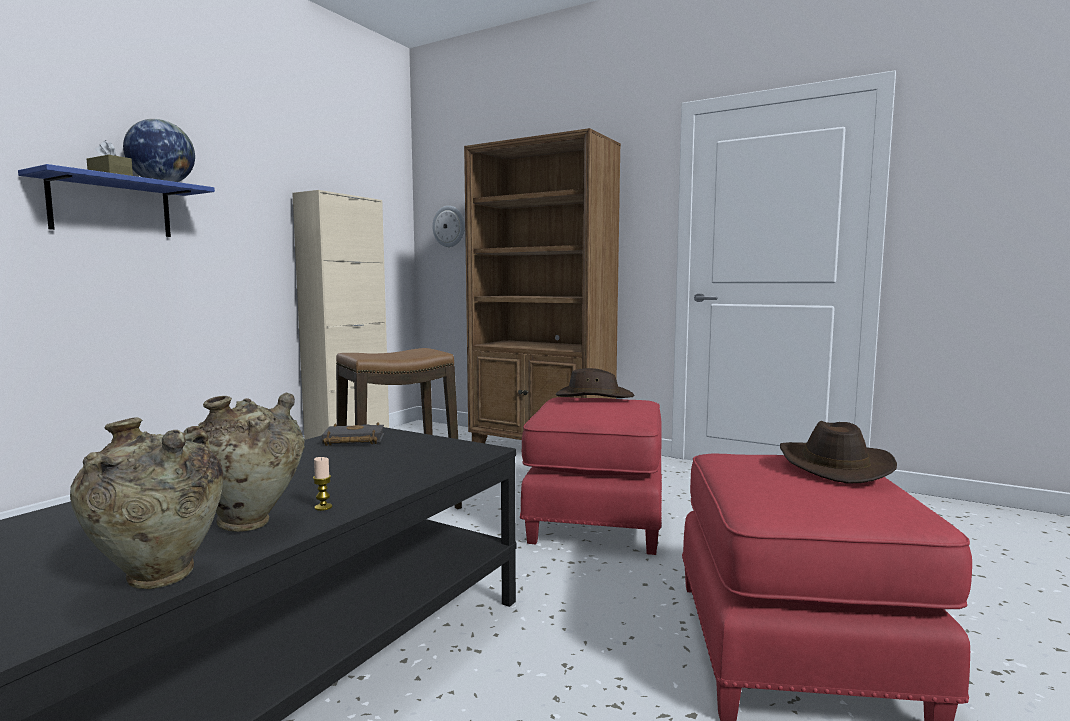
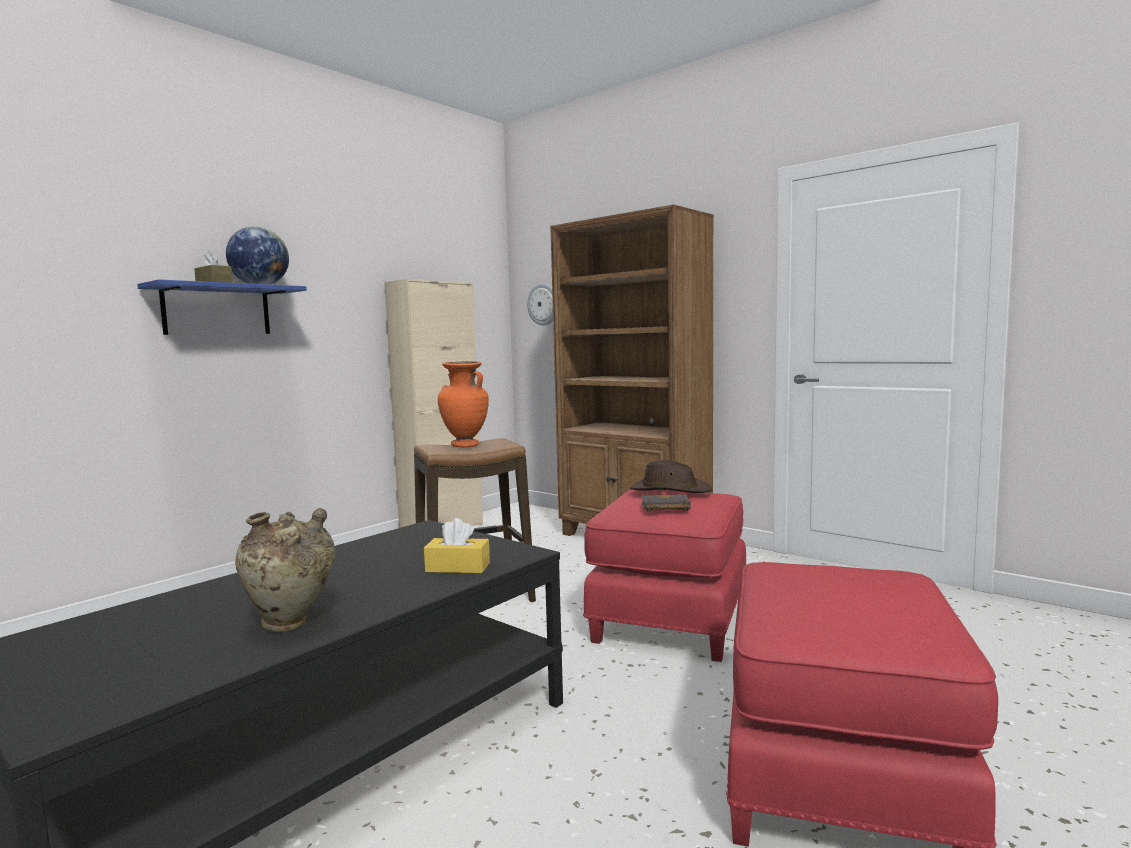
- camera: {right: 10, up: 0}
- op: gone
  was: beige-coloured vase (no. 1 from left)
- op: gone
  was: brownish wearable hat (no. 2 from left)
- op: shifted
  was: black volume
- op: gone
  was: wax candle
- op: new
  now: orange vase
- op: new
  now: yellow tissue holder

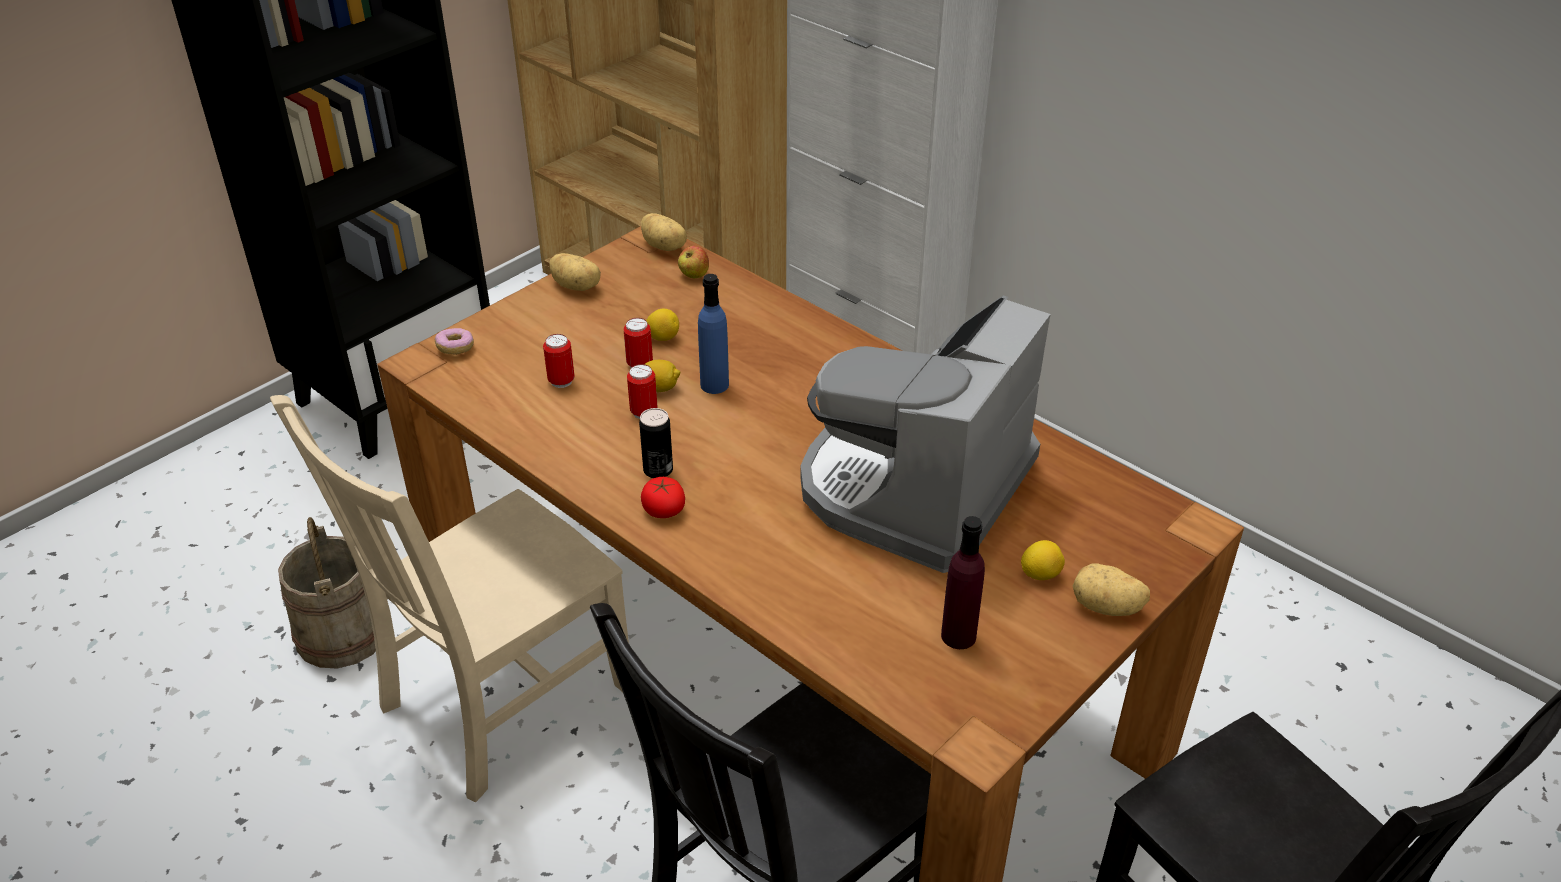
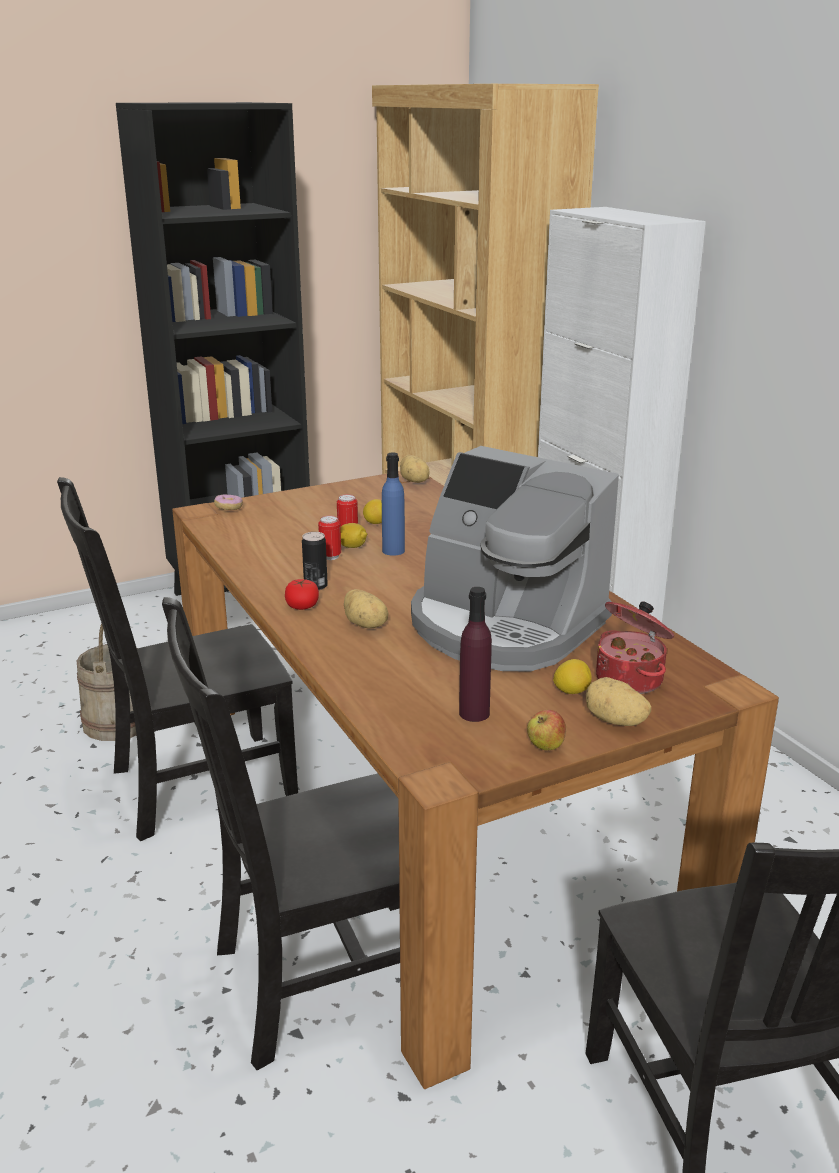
- camera: {right: 20, up: -15}
- op: shifted
  was: apple fruit
- op: shifted
  was: potato (no. 1 from left)
- op: rotated
  was: coffee maker
  clockwise: -105
- op: gone
  was: sealed can (no. 1 from left)
- op: repainted
  was: beige-coloured plain chair
  now: black plain chair (no. 1 from left)
- op: new
  now: stockpot

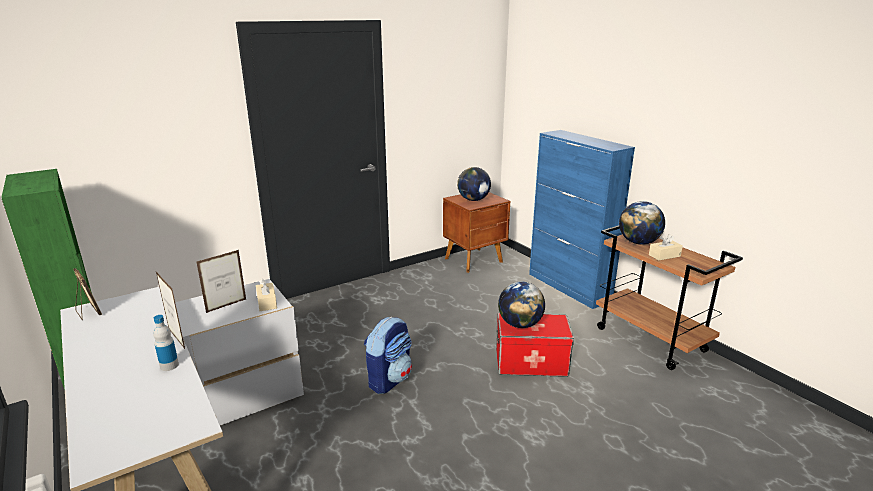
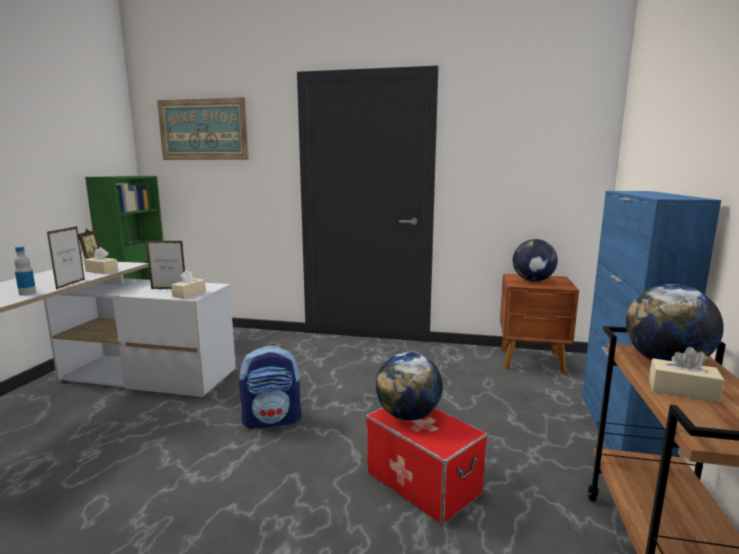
- camera: {right: 45, up: -10}
- op: new
  now: wall picture
- op: new
  now: beige-coloured tissue holder (no. 1 from left)

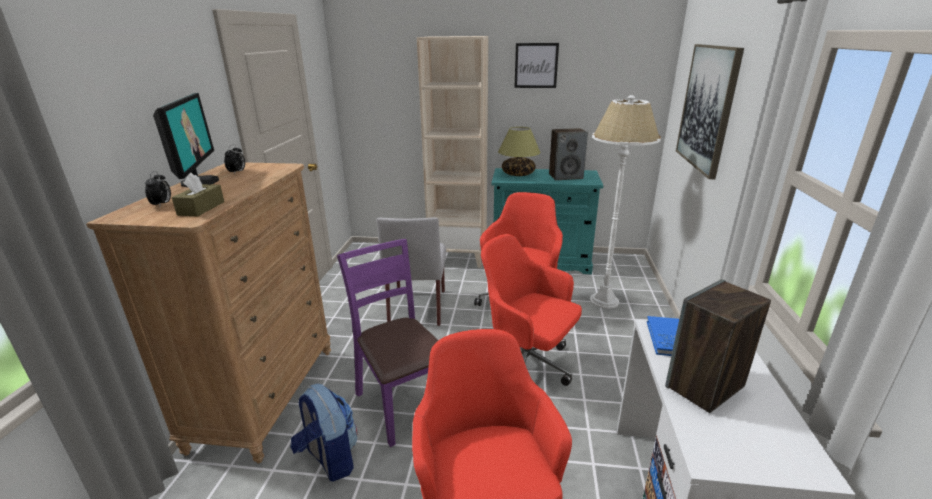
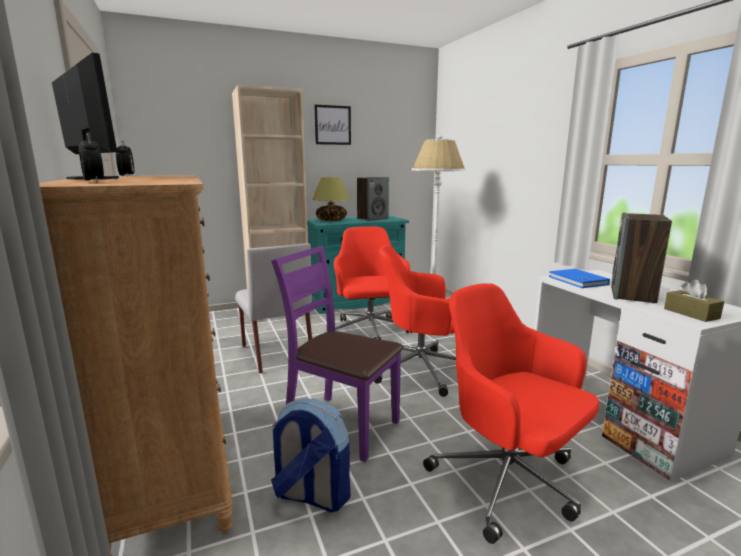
- camera: {right: -30, up: -10}
- op: gone
  was: wall picture (no. 2 from left)
- op: shifted
  was: brownish tissue holder

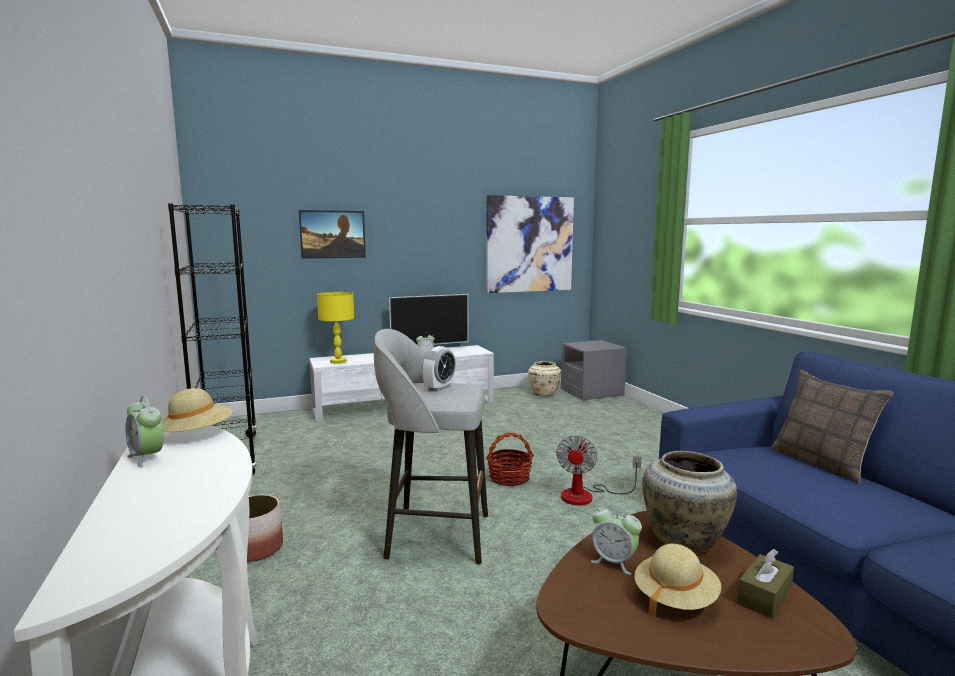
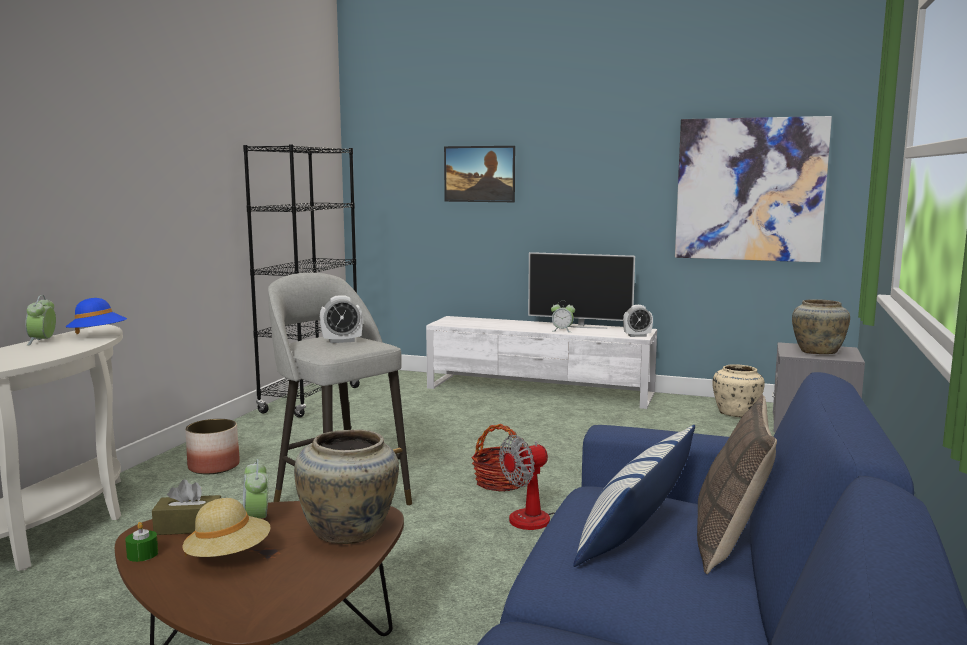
- camera: {right: 40, up: 0}
- op: gone
  was: yellow table lamp
- op: repainted
  was: beige-coloured wearable hat (no. 1 from left)
  now: bluish wearable hat
- op: shifted
  was: brownish tissue holder
- op: new
  now: beige-coloured vase (no. 3 from left)
- op: new
  now: alarm clock (no. 5 from left)
- op: new
  now: cushion (no. 1 from left)
- op: new
  now: greenish wax candle

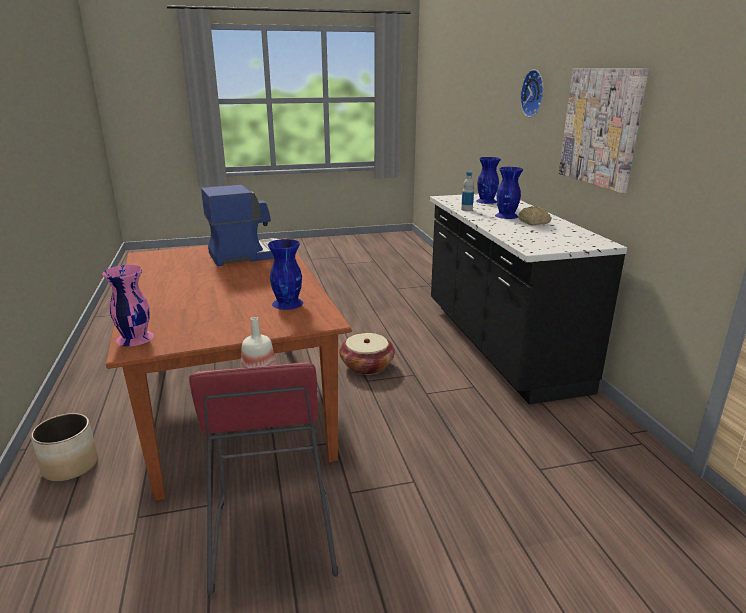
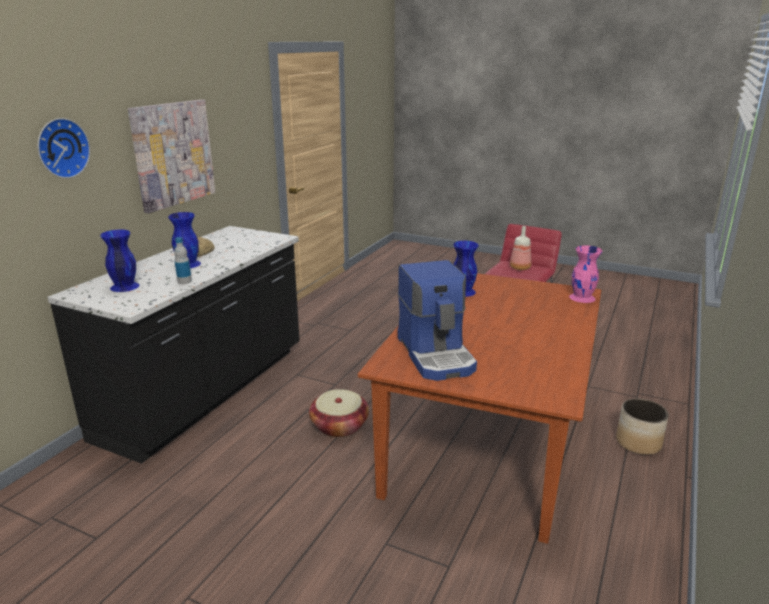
- camera: {right: -140, up: 0}
- op: rotated
  was: coffee maker
  clockwise: -120

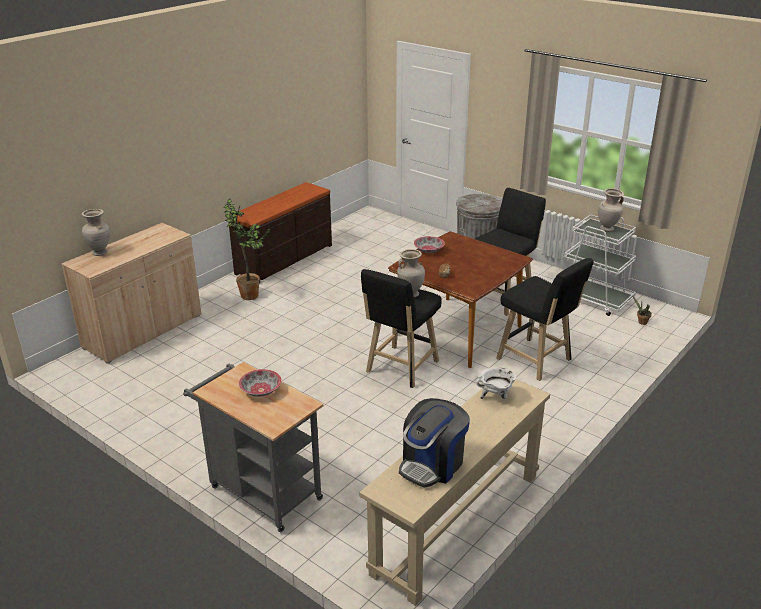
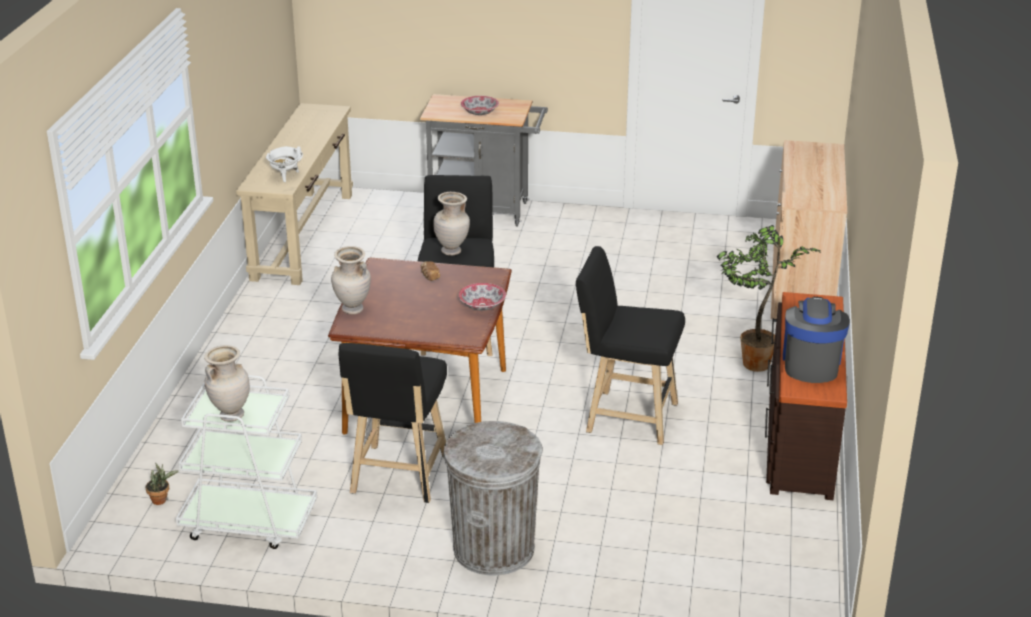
- camera: {right: 150, up: 0}
- op: shifted
  was: beige-coloured vase (no. 1 from left in the first image)
  now: beige-coloured vase (no. 2 from left)
- op: shifted
  was: black sitting stool (no. 3 from left)
- op: shifted
  was: coffee maker

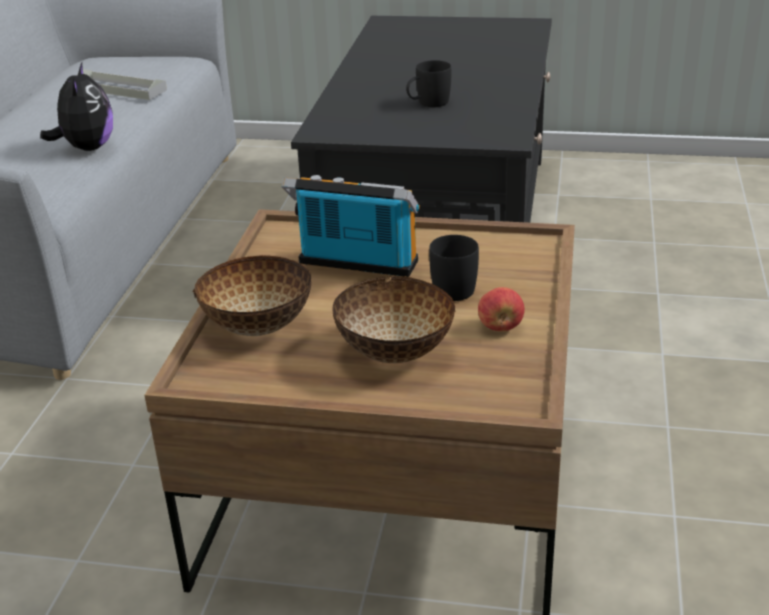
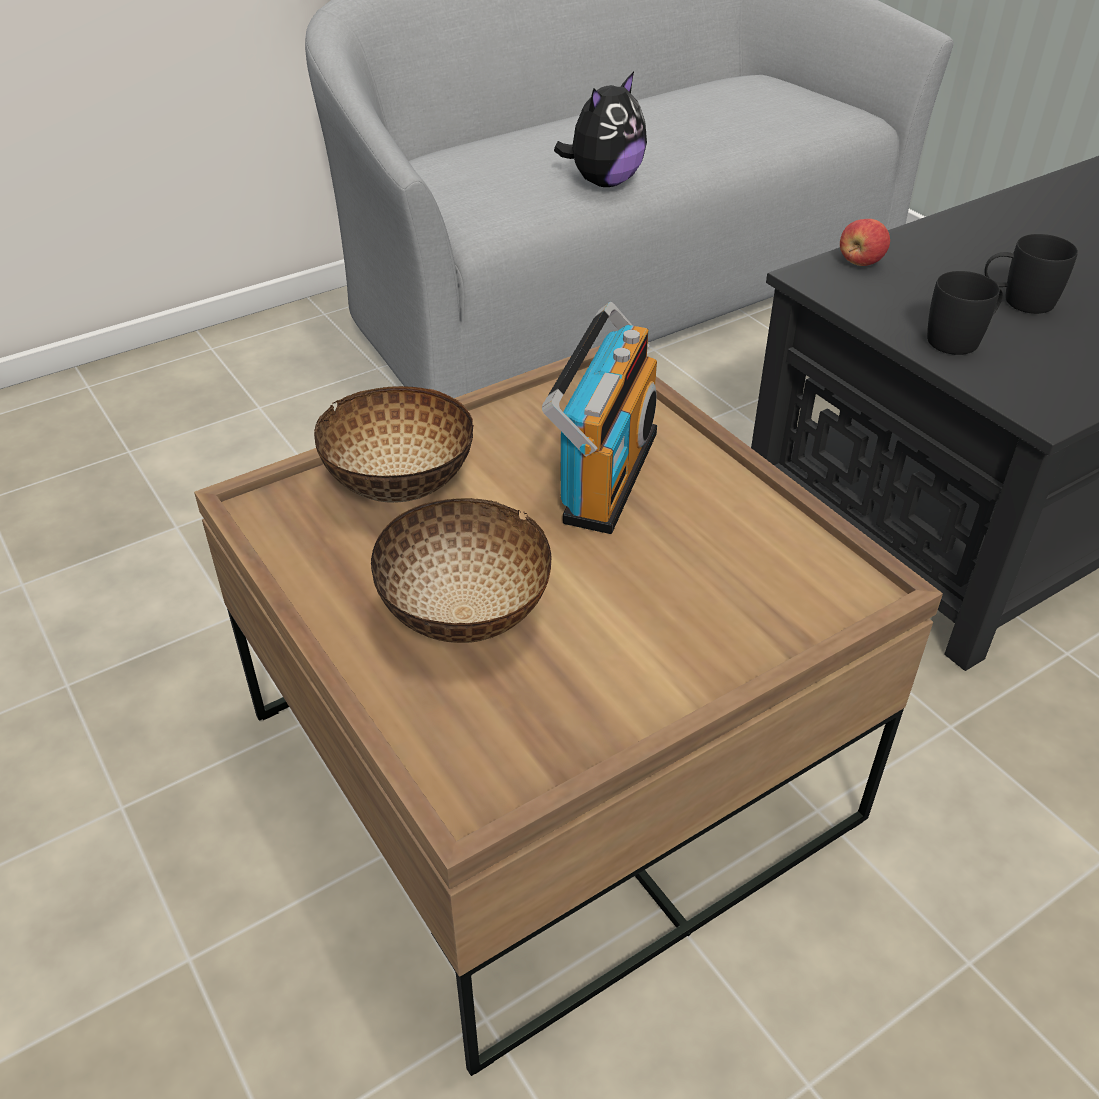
- camera: {right: 45, up: 10}
- op: gone
  was: gray carrying tray
- op: rotated
  was: radio receiver
  clockwise: 45
- op: shifted
  was: black tea mug (no. 2 from left in the first image)
  now: black tea mug (no. 1 from left)
- op: shifted
  was: apple fruit

